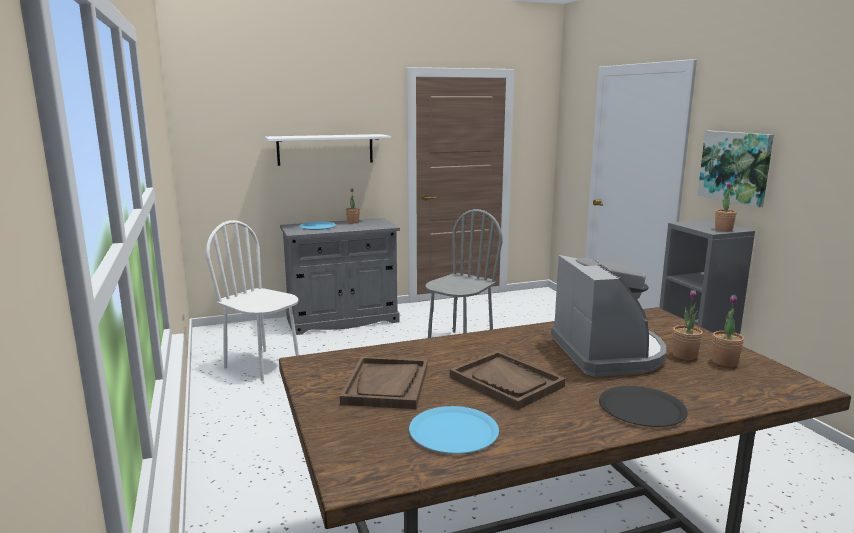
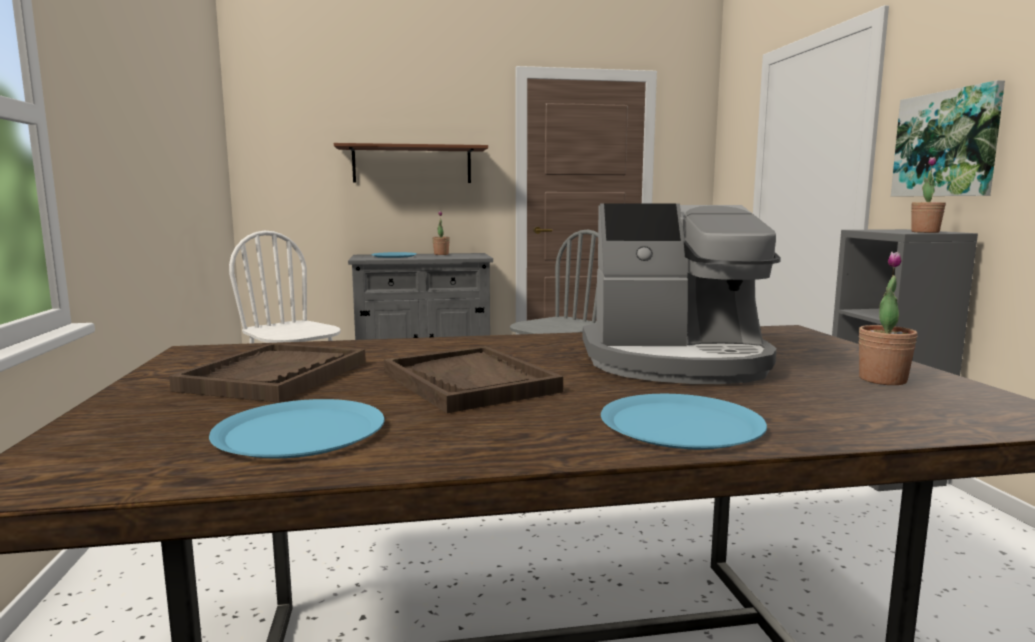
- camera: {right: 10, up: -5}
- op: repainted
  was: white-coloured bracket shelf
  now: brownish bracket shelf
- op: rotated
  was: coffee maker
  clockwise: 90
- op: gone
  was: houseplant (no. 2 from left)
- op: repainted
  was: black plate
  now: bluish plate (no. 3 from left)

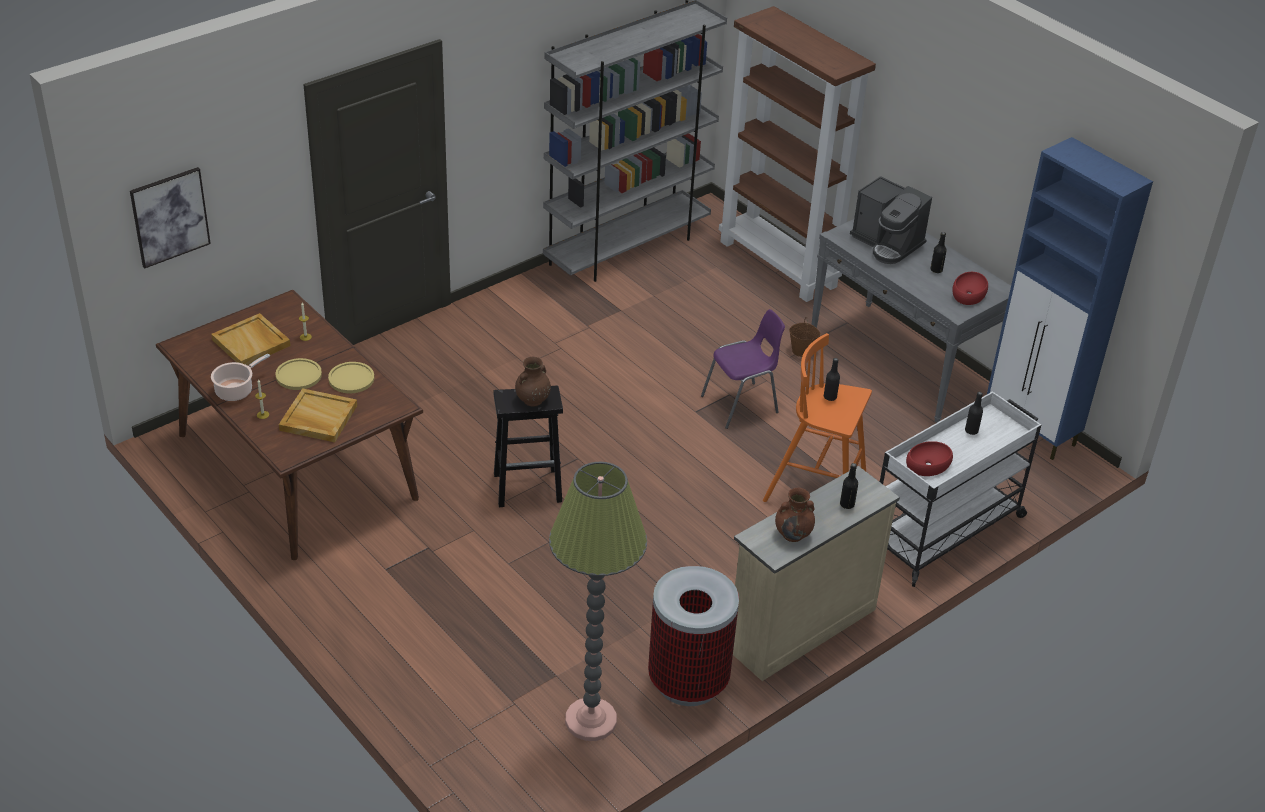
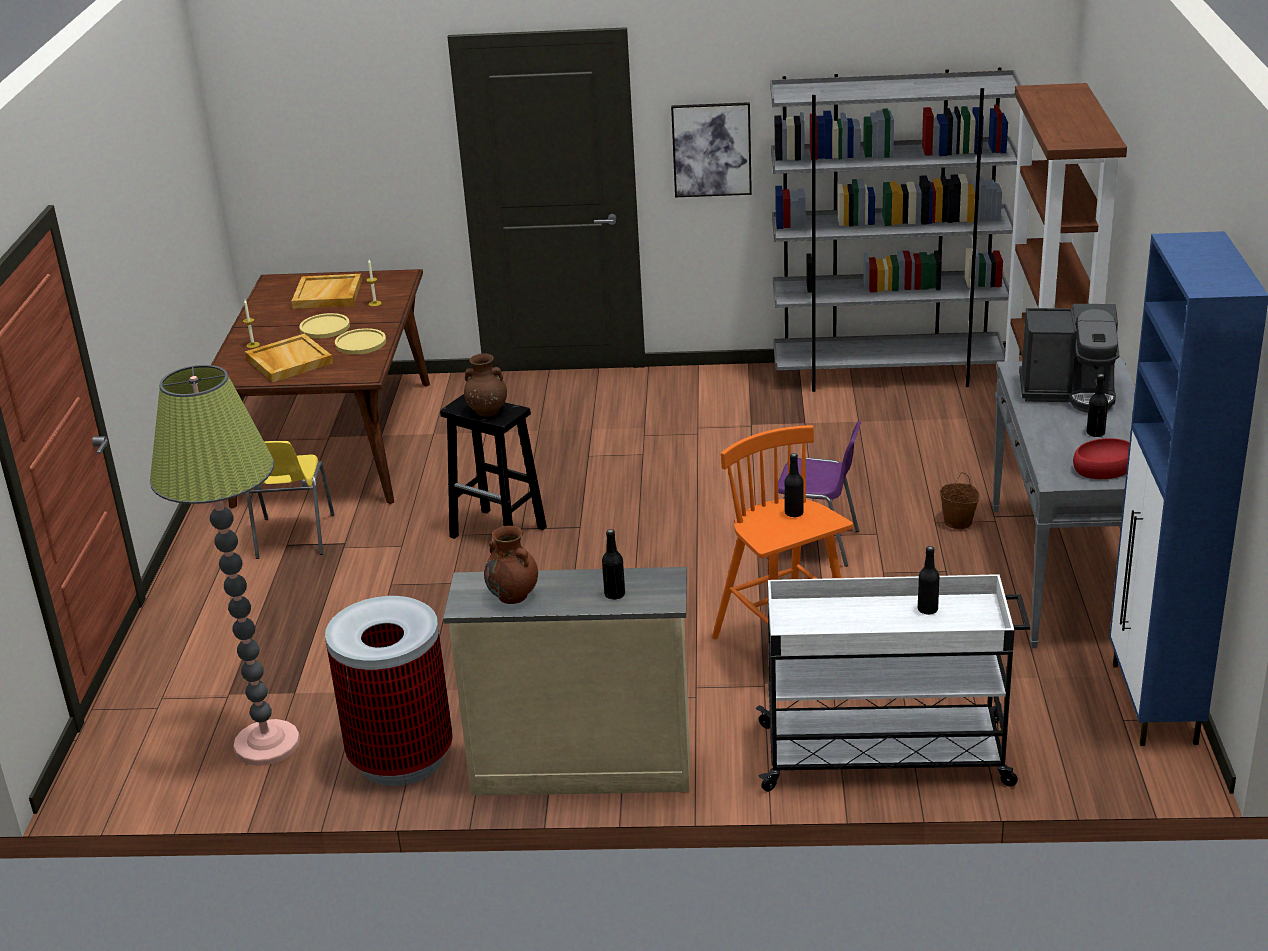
- camera: {right: 45, up: -10}
- op: shifted
  was: wall picture
- op: rotated
  was: coffee maker
  clockwise: -75
- op: gone
  was: stockpot
- op: gone
  was: red serving bowl (no. 1 from left)
- op: new
  now: yellow plain chair

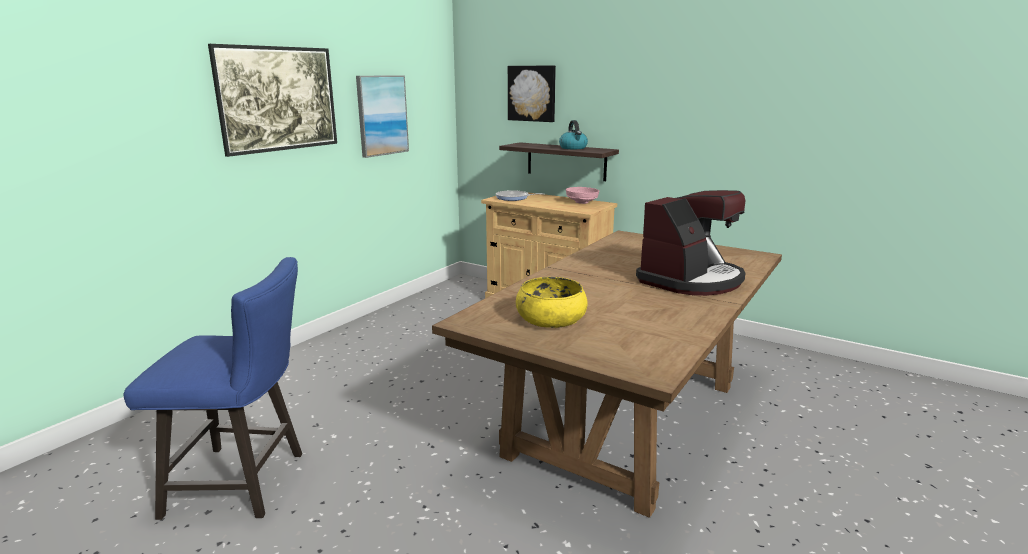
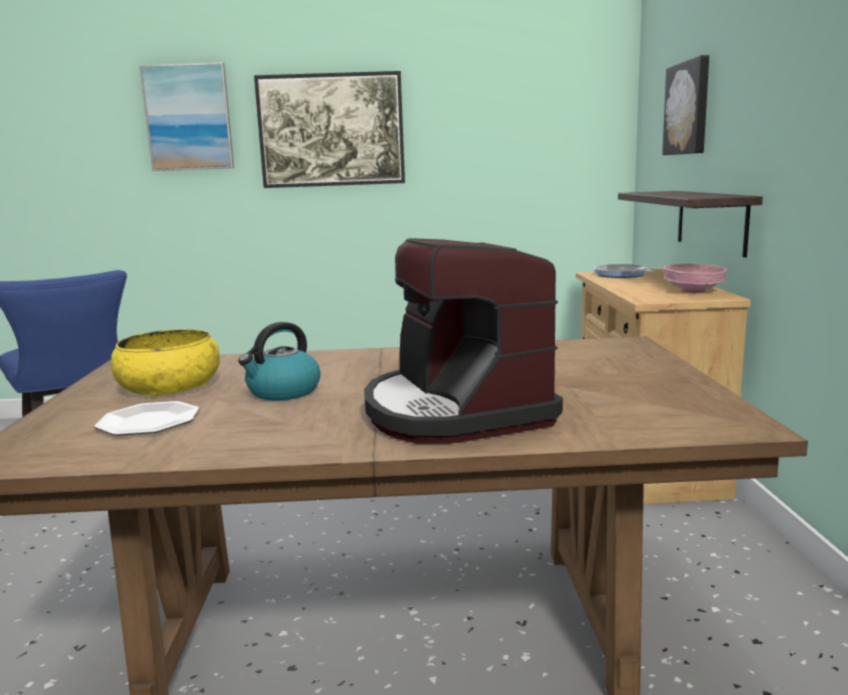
- camera: {right: 55, up: -5}
- op: shifted
  was: wall picture (no. 2 from left in the first image)
  now: wall picture (no. 1 from left)
- op: shifted
  was: kettle
- op: rotated
  was: coffee maker
  clockwise: 60
- op: new
  now: plate

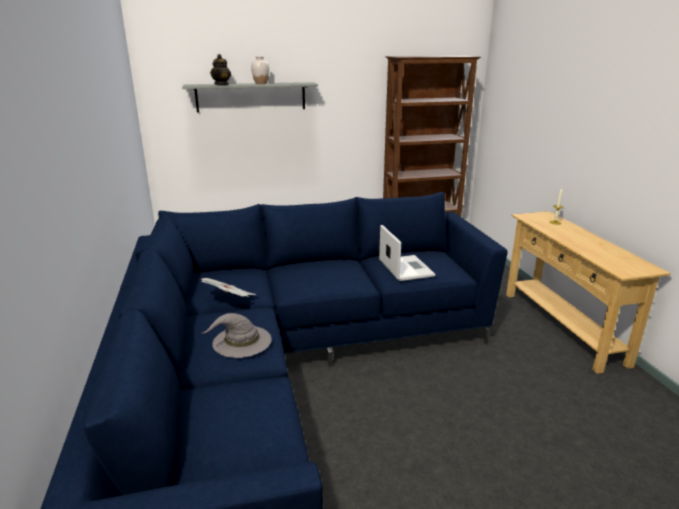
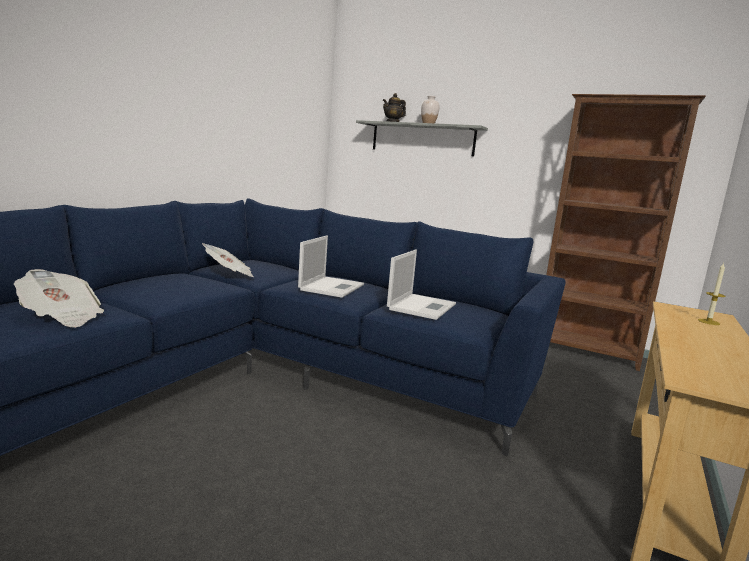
- camera: {right: 40, up: -10}
- op: gone
  was: gray wearable hat
- op: new
  now: notebook computer (no. 1 from left)
- op: new
  now: daily paper (no. 1 from left)

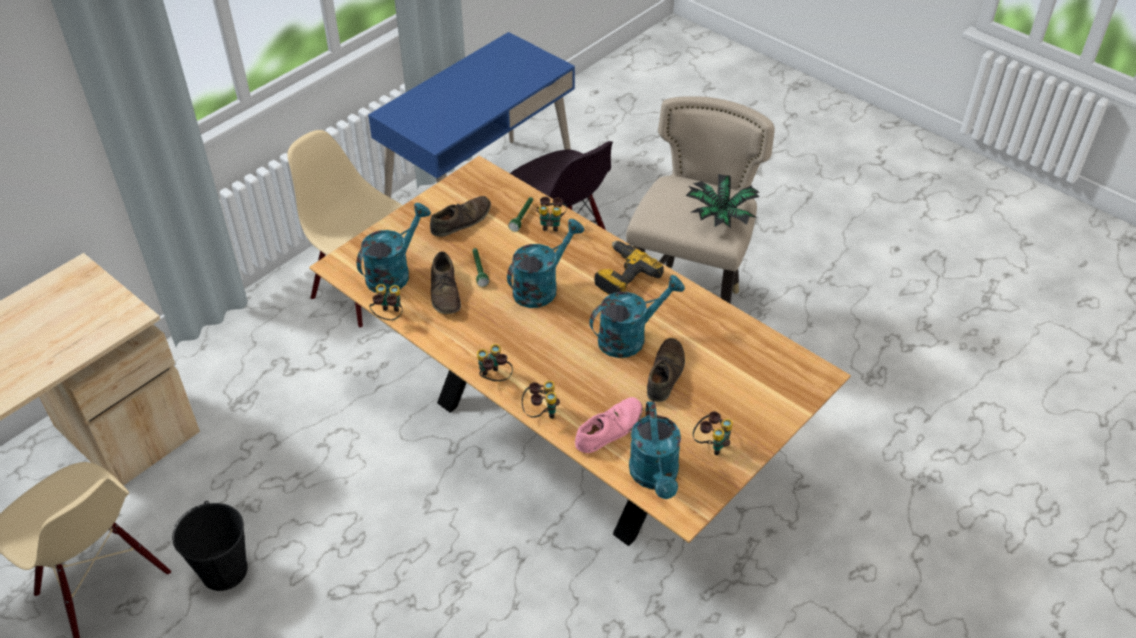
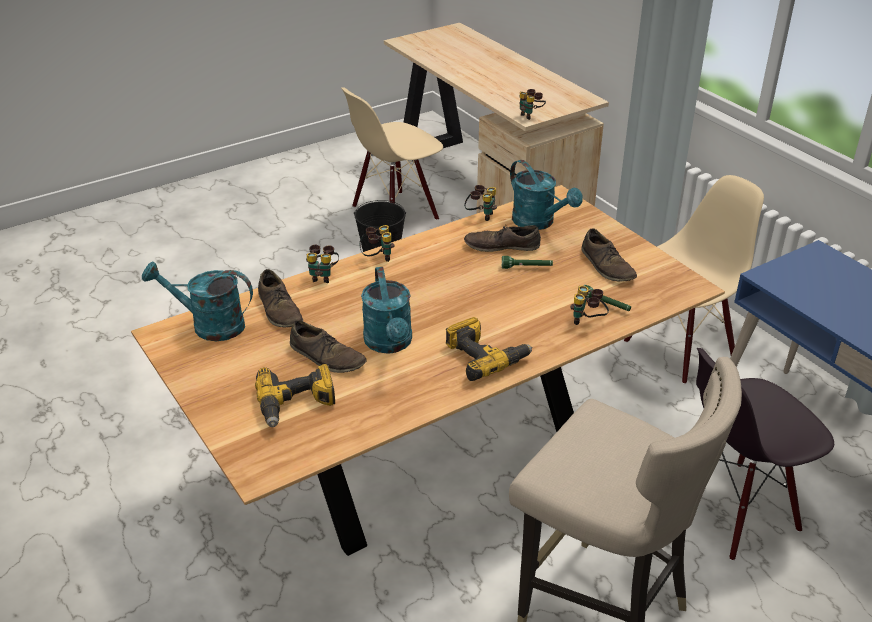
- camera: {right: 105, up: -10}
- op: gone
  was: houseplant
- op: gone
  was: turquoise watering can (no. 2 from left)
- op: repainted
  was: pink-coloured low shoe
  now: brownish low shoe (no. 1 from left)
- op: shifted
  was: pair of binoculars (no. 5 from left in the first image)
  now: pair of binoculars (no. 4 from left)
- op: new
  now: drill (no. 1 from left)

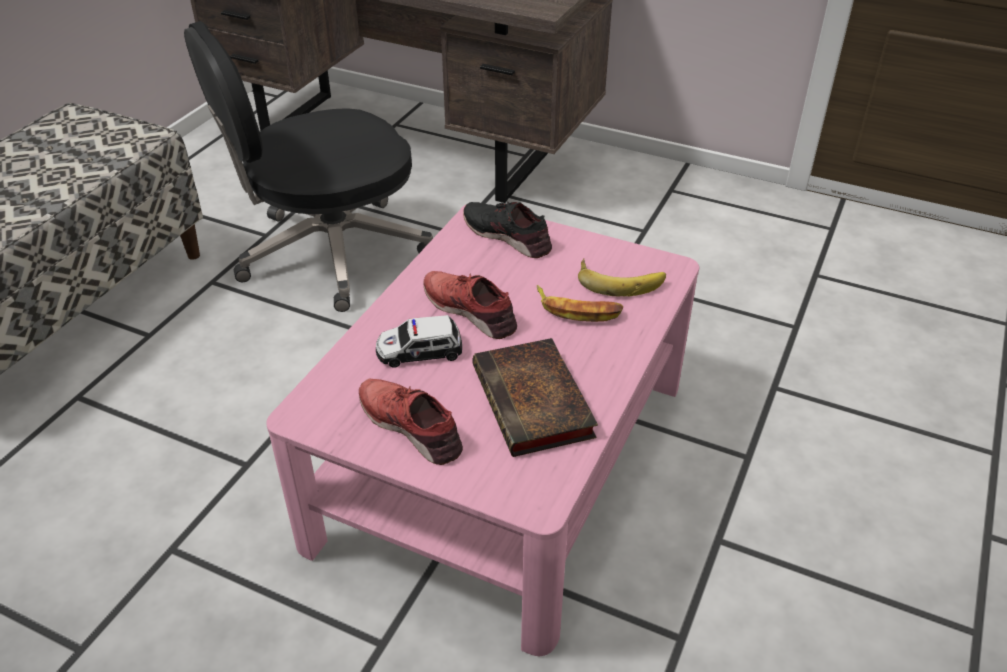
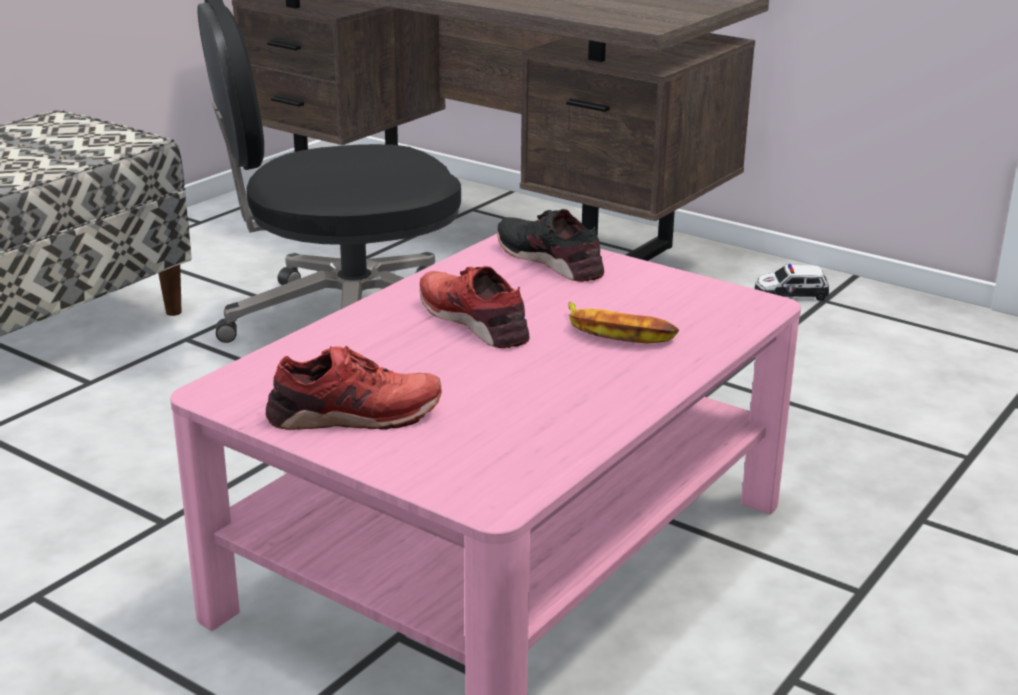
- camera: {right: 10, up: -15}
- op: gone
  was: whole banana (no. 2 from left)
- op: shifted
  was: model car
- op: gone
  was: volume
- op: rotated
  was: red low shoe (no. 1 from left)
  clockwise: 120

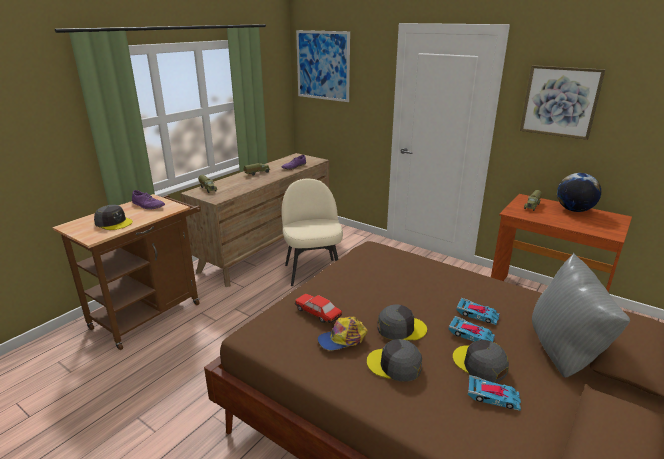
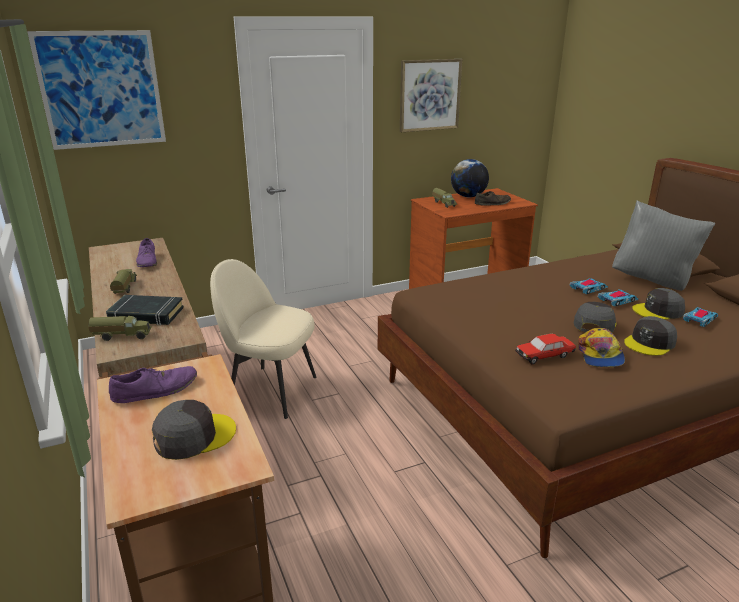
- camera: {right: -60, up: 0}
- op: new
  now: brownish low shoe
- op: new
  now: black volume

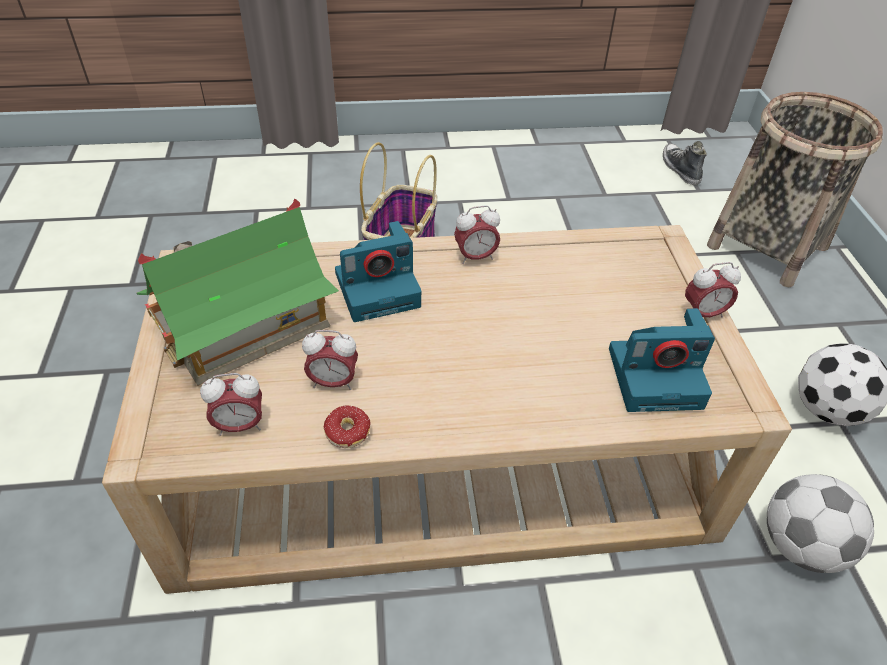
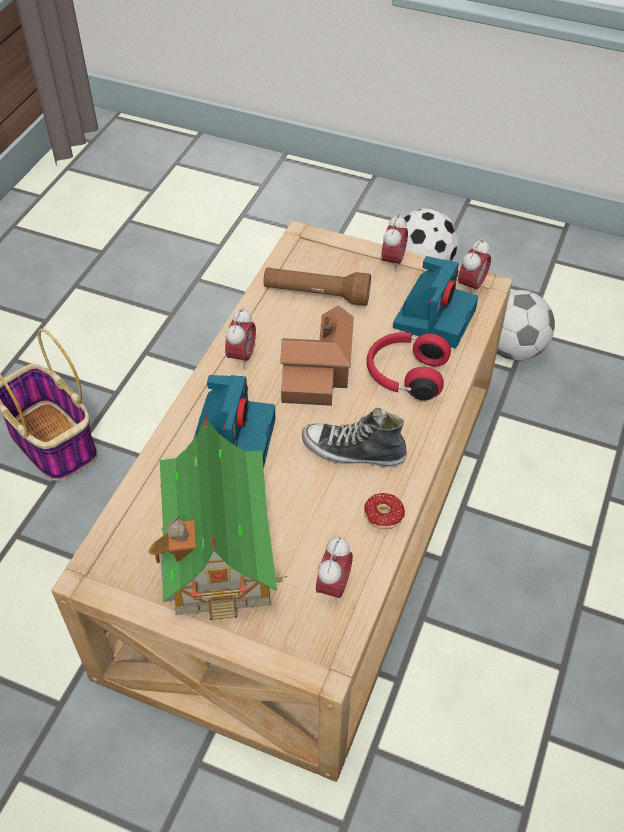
- camera: {right: -60, up: 5}
- op: gone
  was: household basket (no. 2 from left)
- op: shifted
  was: low shoe
- op: shifted
  was: alarm clock (no. 2 from left in the first image)
  now: alarm clock (no. 4 from left)
- op: new
  now: brownish flashlight
- op: new
  now: miniature house (no. 2 from left)
- op: new
  now: red headphones

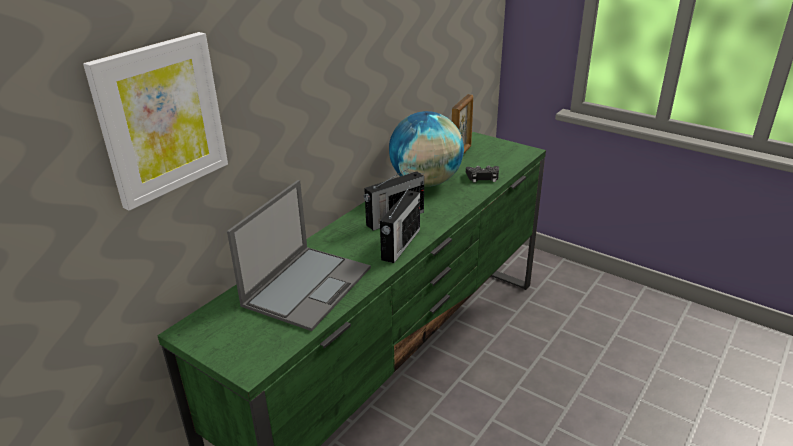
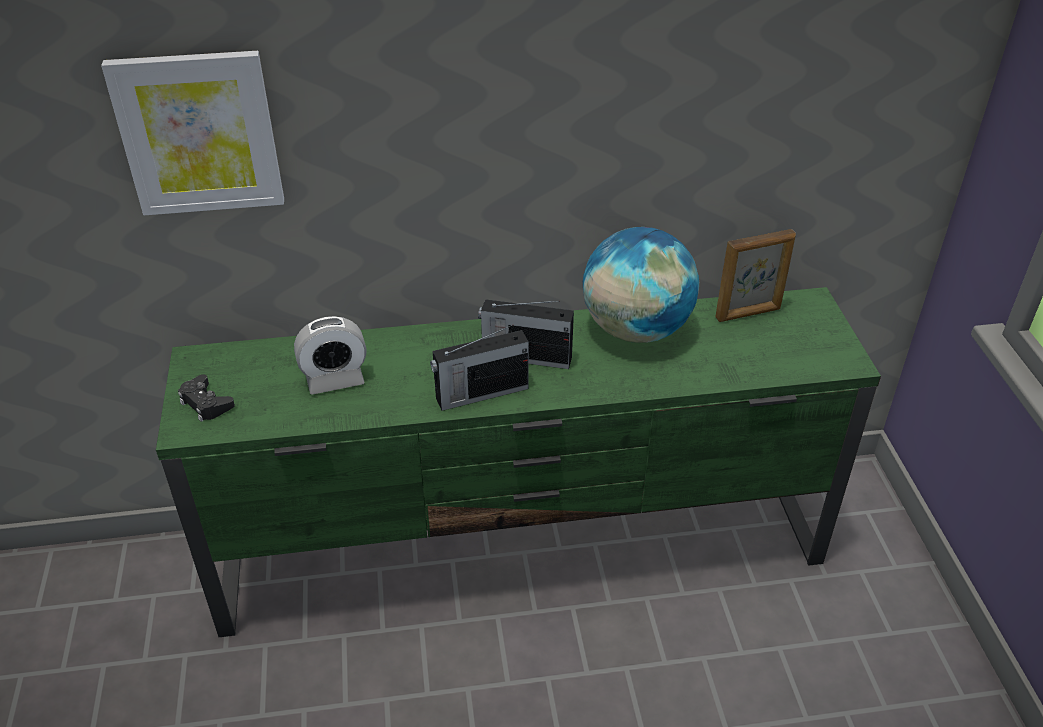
- camera: {right: 45, up: 10}
- op: shifted
  was: black gamepad
- op: swapped
  was: notebook computer
  now: alarm clock

